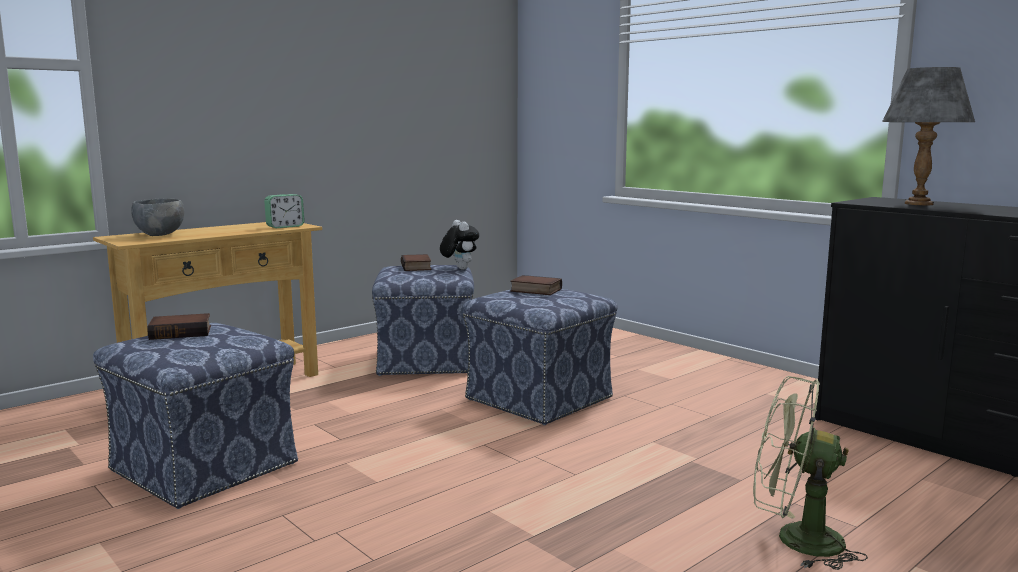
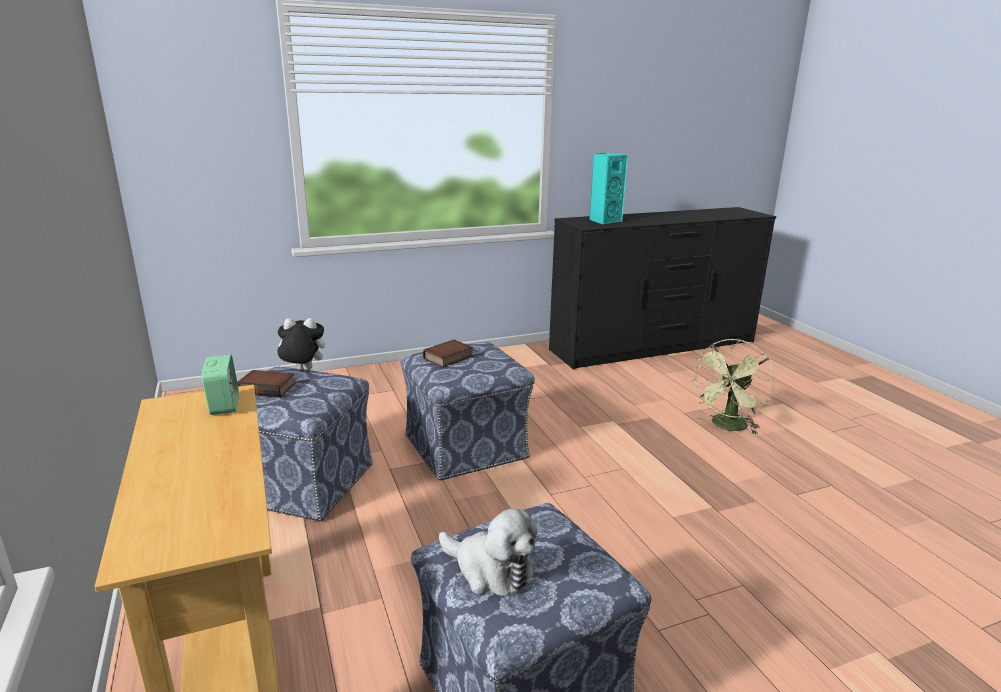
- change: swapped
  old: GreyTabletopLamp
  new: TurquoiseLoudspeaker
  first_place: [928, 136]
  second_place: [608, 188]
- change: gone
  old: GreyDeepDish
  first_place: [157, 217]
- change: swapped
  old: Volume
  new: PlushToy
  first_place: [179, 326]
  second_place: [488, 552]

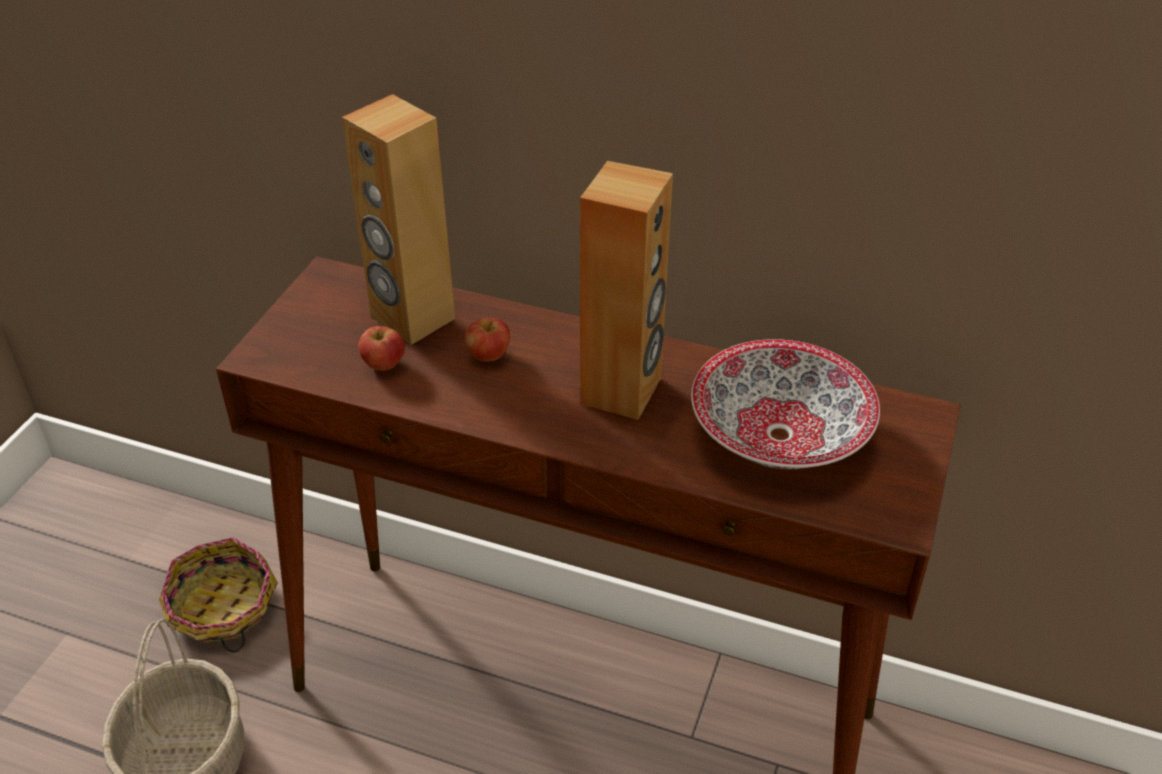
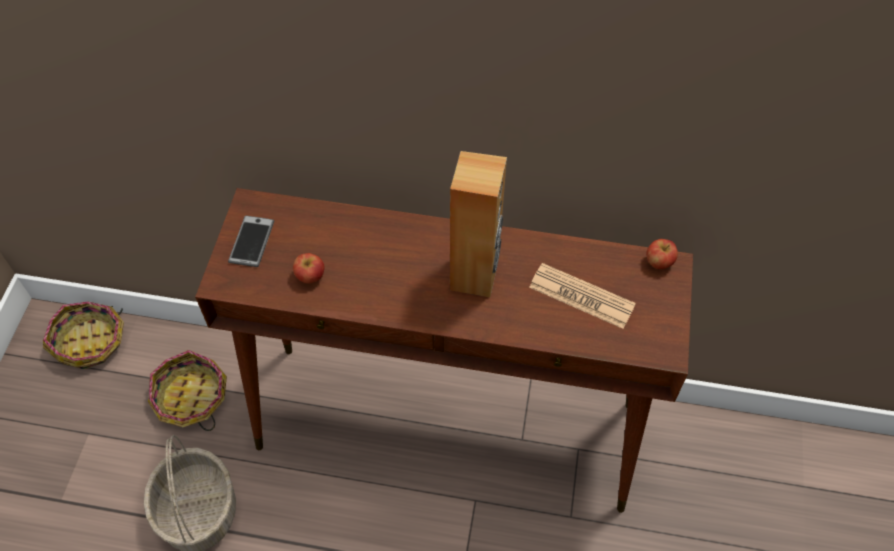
- change: gone
  old: BrownishLoudspeaker
  first_place: [398, 219]
- change: shifted
  old: WholeApple
  first_place: [487, 339]
  second_place: [662, 254]
- change: swapped
  old: DeepDish
  new: PrintedPaper
  first_place: [785, 404]
  second_place: [582, 296]
- change: new
  new: Phone
  second_place: [251, 241]
- change: new
  new: HouseholdBasket
  second_place: [83, 335]

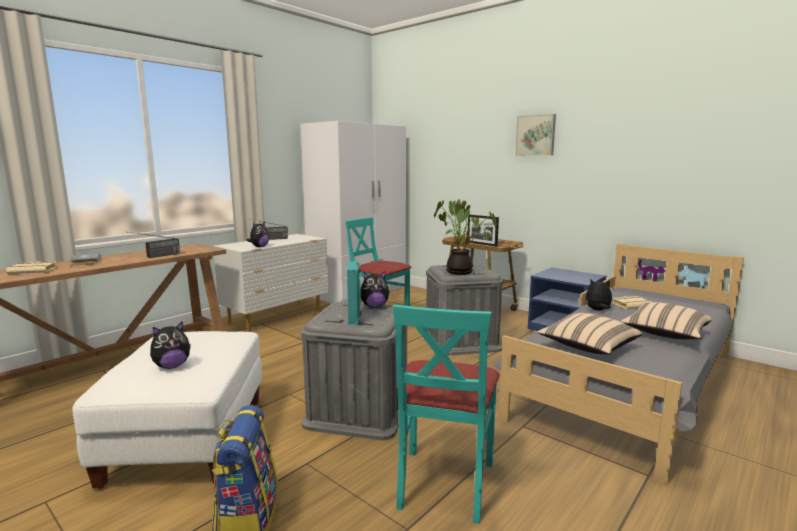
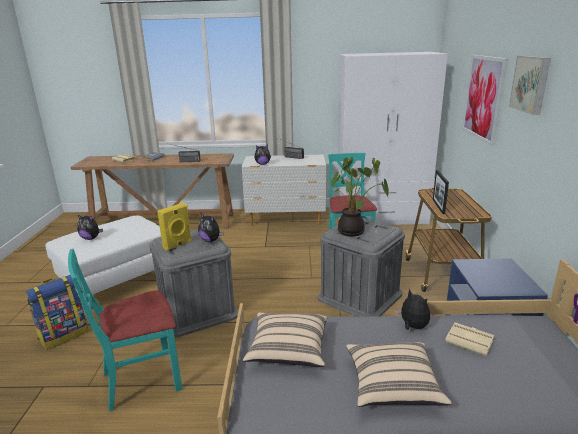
- change: repainted
  old: TurquoiseLoudspeaker
  new: YellowishLoudspeaker
  first_place: [354, 293]
  second_place: [174, 227]
- change: new
  new: Picture
  second_place: [485, 100]

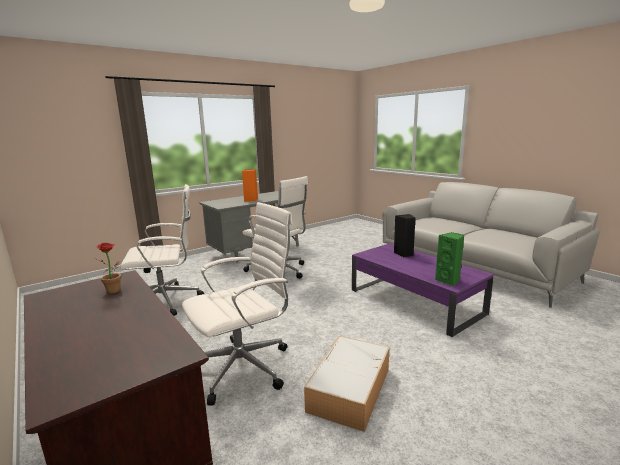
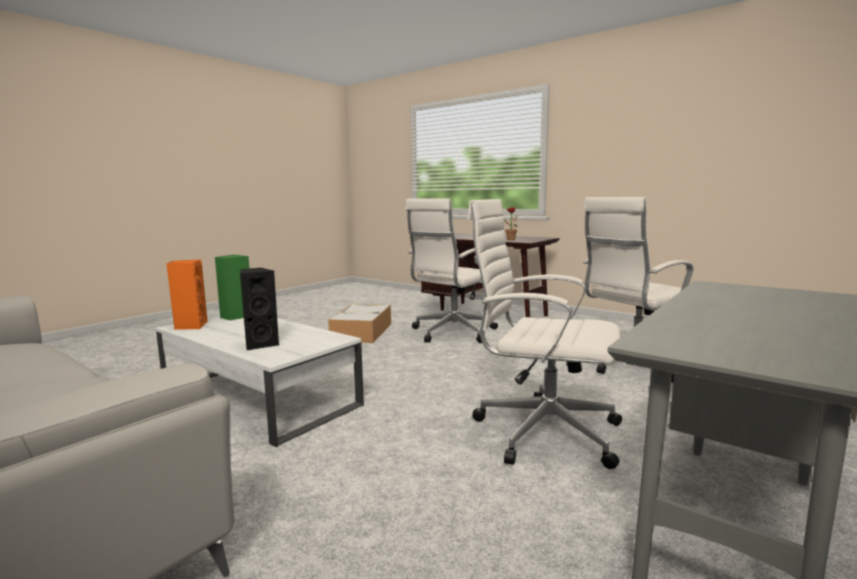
- change: shifted
  old: OrangeLoudspeaker
  first_place: [250, 186]
  second_place: [187, 294]
- change: repainted
  old: PurplishLowTable
  new: WhiteLowTable
  first_place: [423, 290]
  second_place: [260, 381]

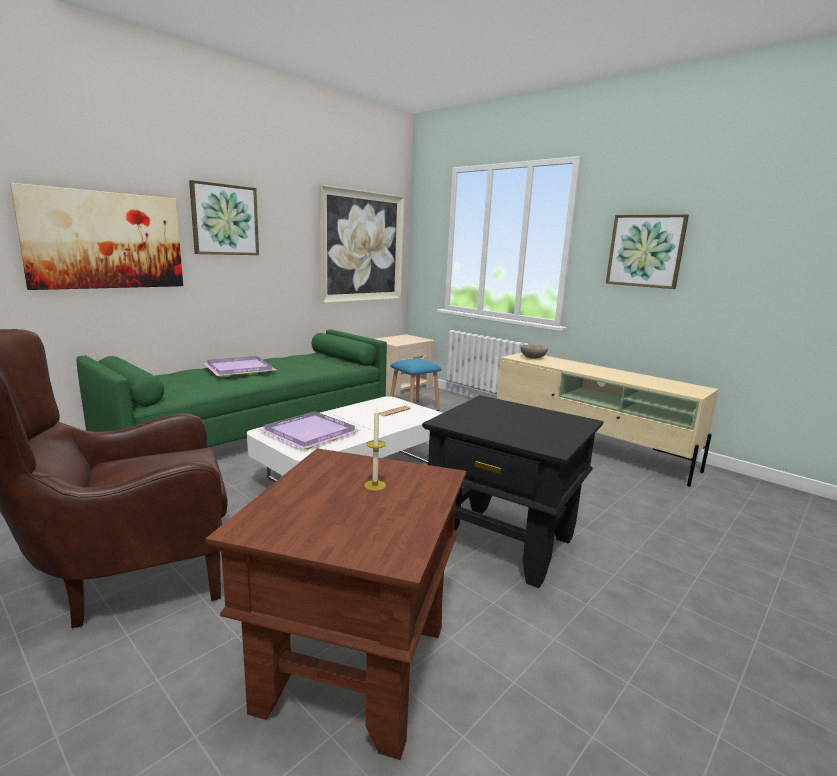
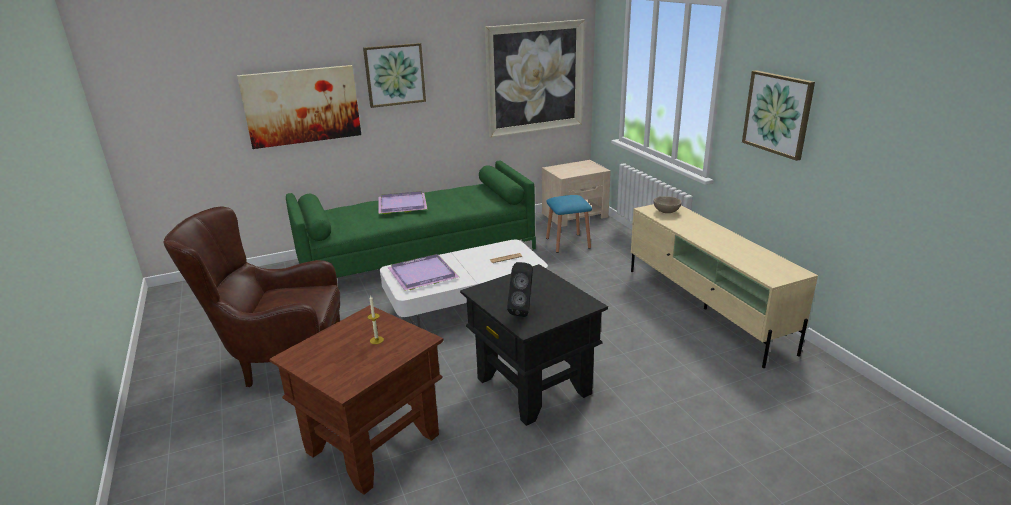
- change: new
  new: BlackColouredLoudspeaker
  second_place: [520, 289]

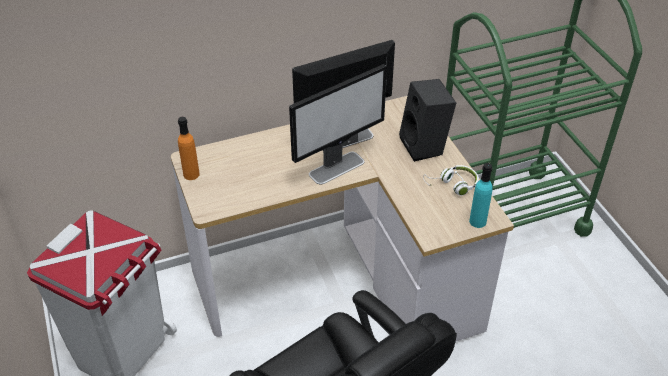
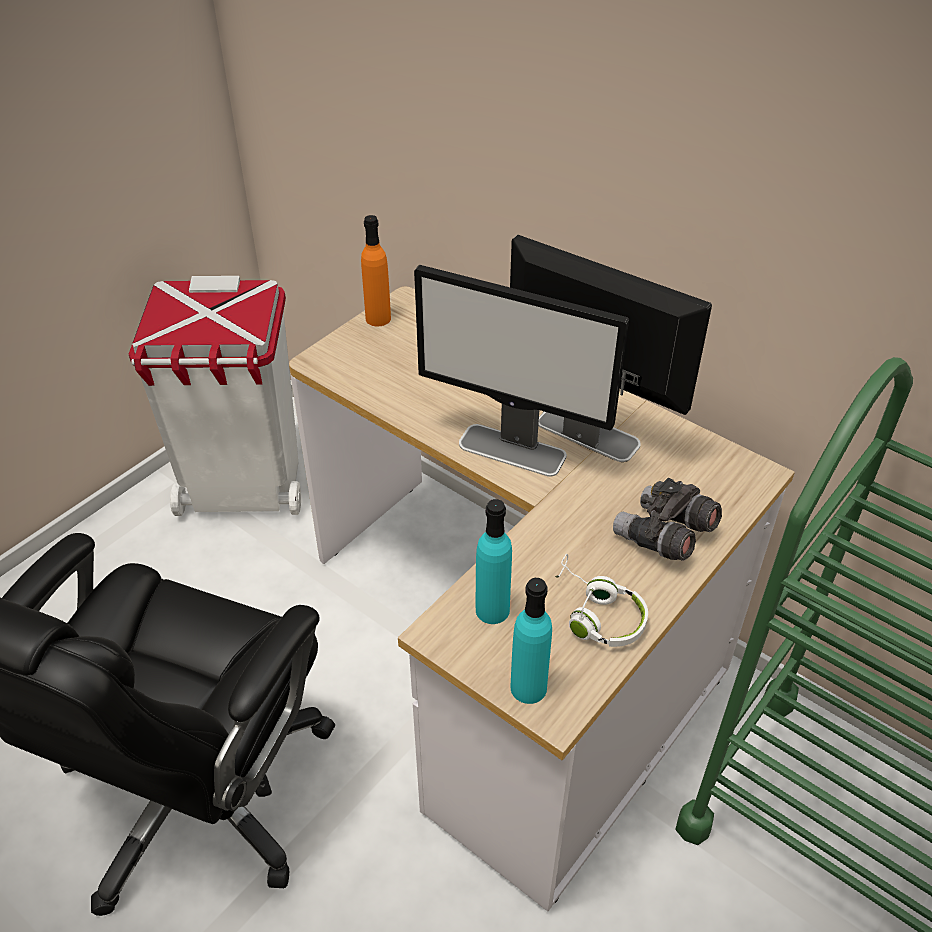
- change: swapped
  old: BlackColouredLoudspeaker
  new: GreyBinoculars
  first_place: [427, 120]
  second_place: [667, 519]
- change: new
  new: TurquoiseBeverageBottle
  second_place: [494, 561]

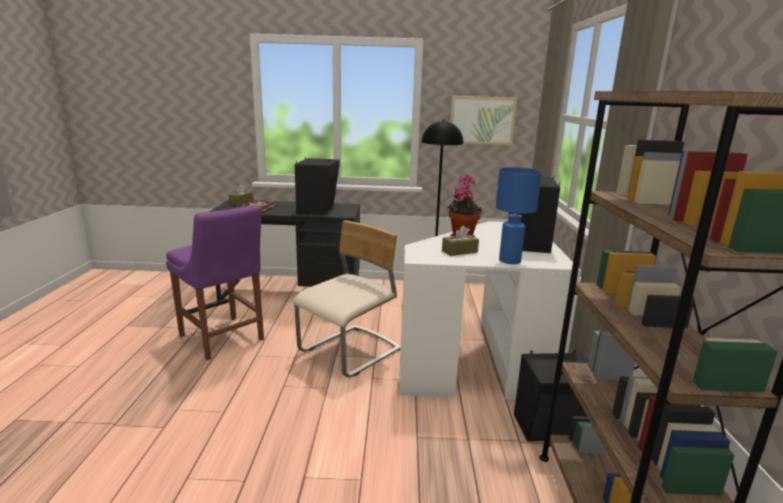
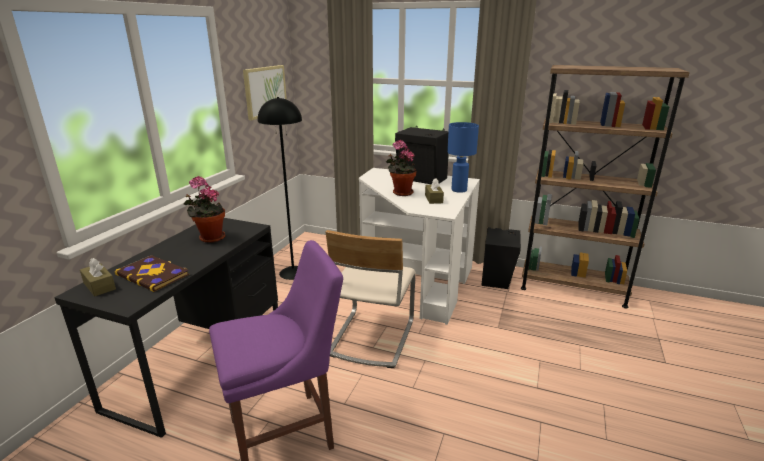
- change: swapped
  old: BlackColouredLoudspeaker
  new: Houseplant
  first_place: [317, 186]
  second_place: [204, 209]
- change: rotated
  old: BeigeColouredPlainChair
  first_place: [347, 299]
  second_place: [371, 299]
  degrees: -135

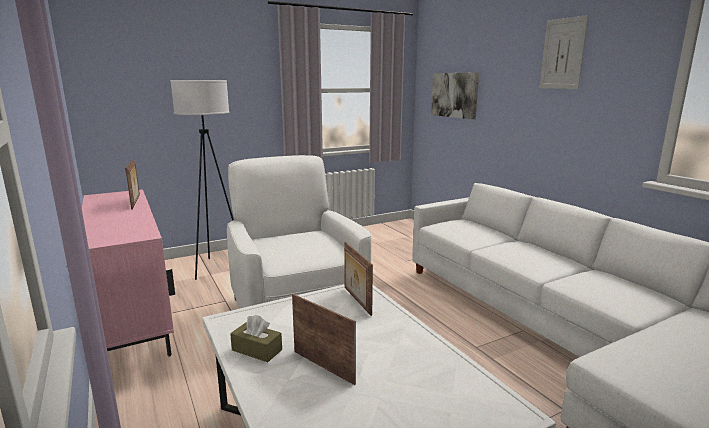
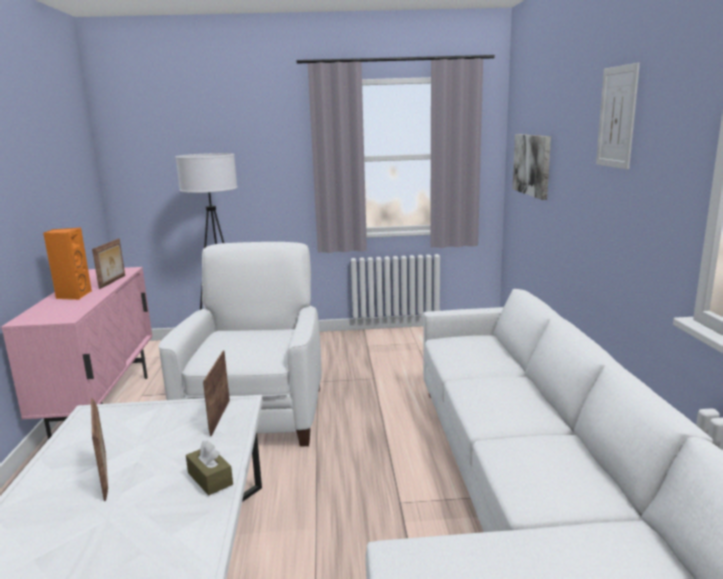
- change: shifted
  old: BrownishTissueBox
  first_place: [256, 338]
  second_place: [209, 468]
- change: new
  new: OrangeLoudspeaker
  second_place: [67, 264]

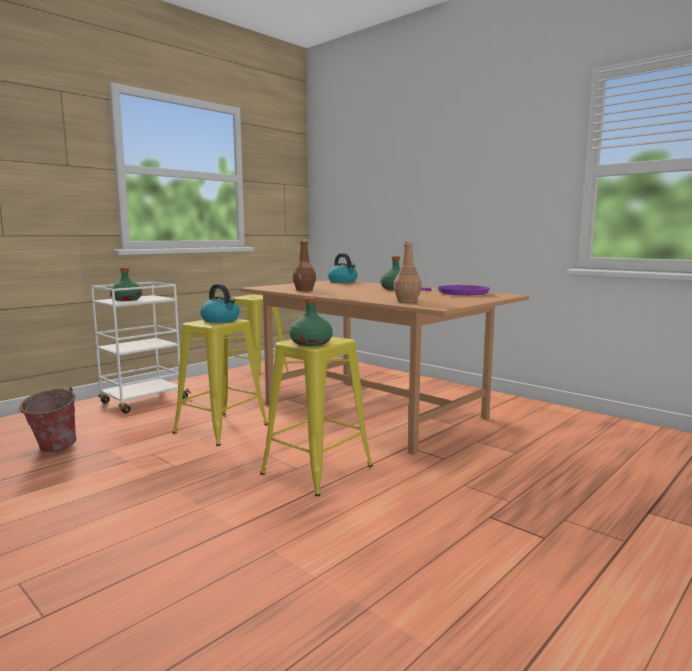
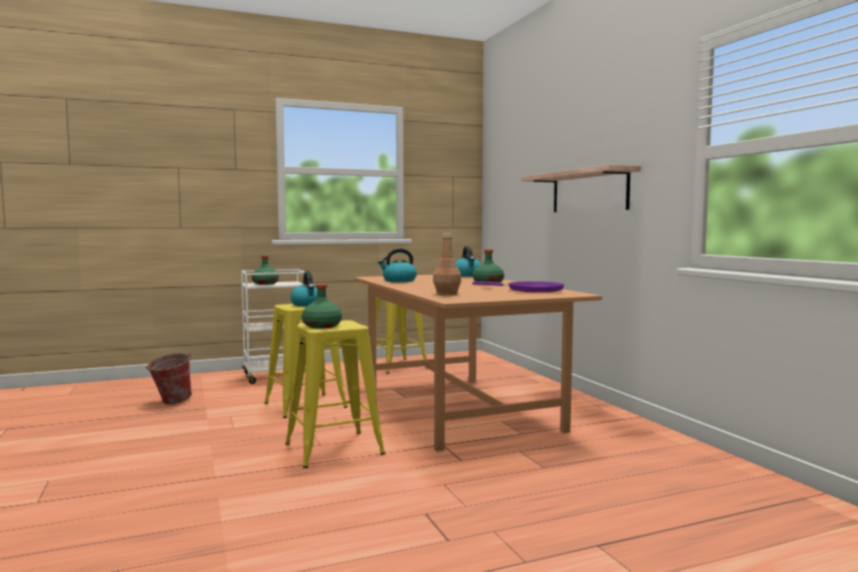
- change: swapped
  old: BrownishBeverageBottle
  new: TeaKettle
  first_place: [304, 265]
  second_place: [397, 265]
- change: new
  new: Shelf
  second_place: [581, 188]

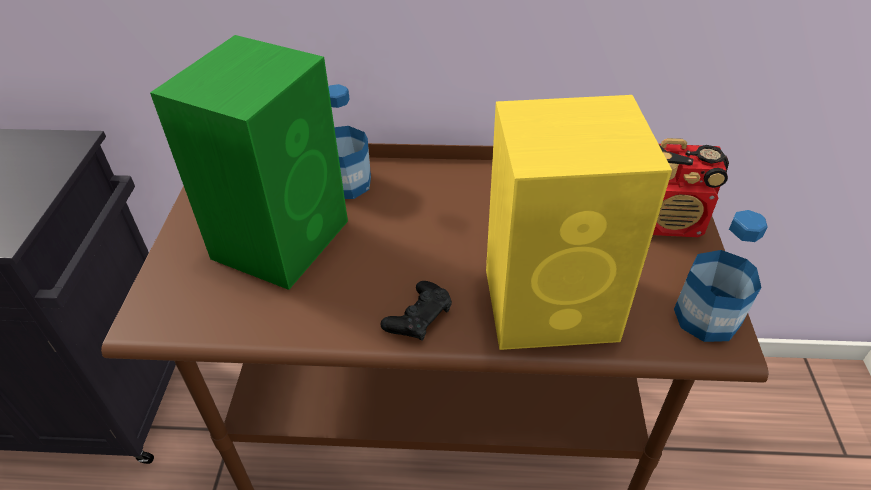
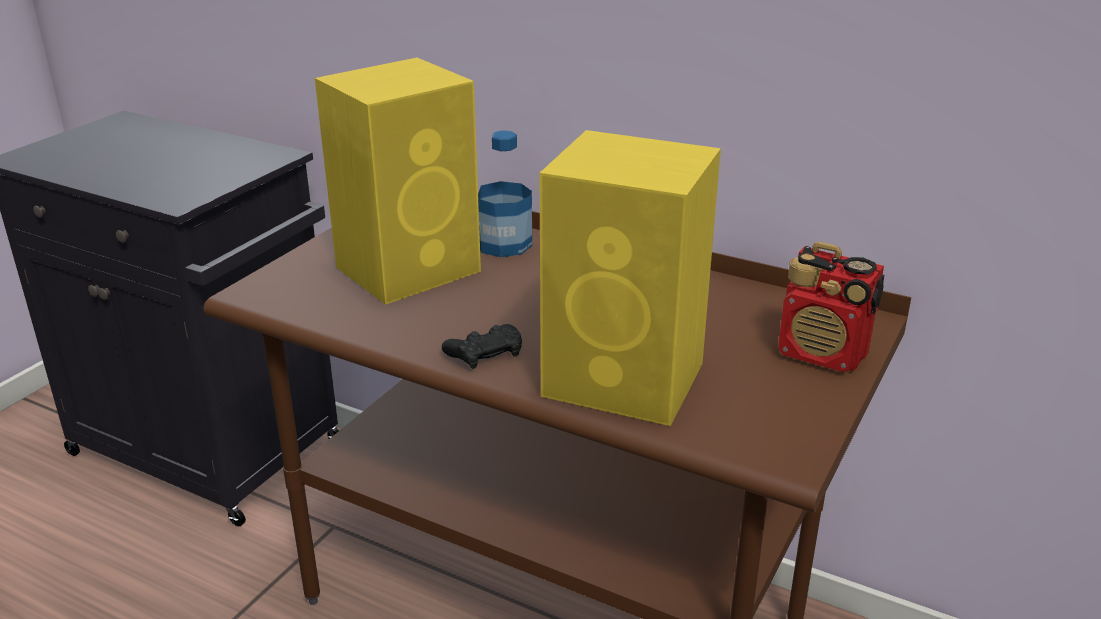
- change: repainted
  old: GreenLoudspeaker
  new: YellowishLoudspeaker
  first_place: [249, 162]
  second_place: [398, 181]
- change: gone
  old: BeverageBottle
  first_place: [721, 276]

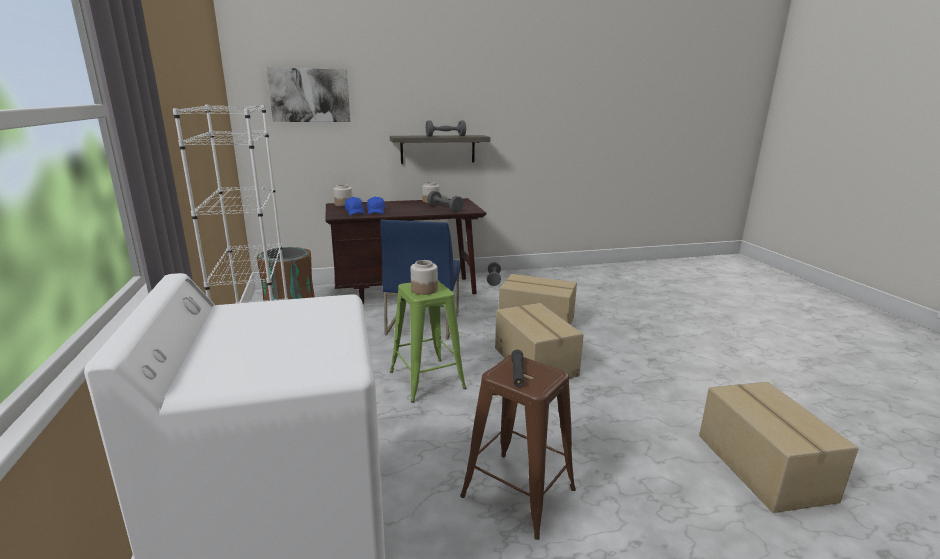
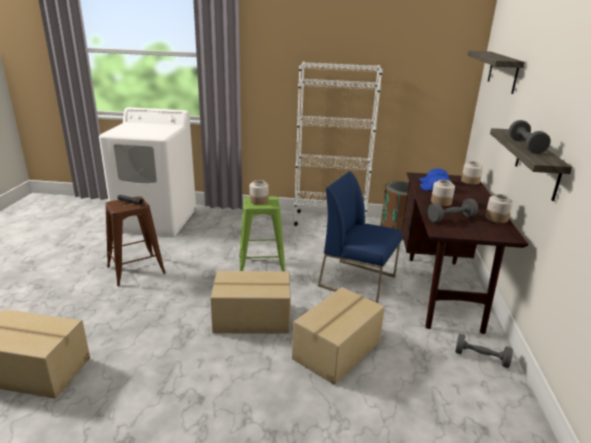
- change: swapped
  old: Picture
  new: Shelf
  first_place: [308, 94]
  second_place: [496, 72]
- change: new
  new: StorageJar
  second_place: [443, 193]

